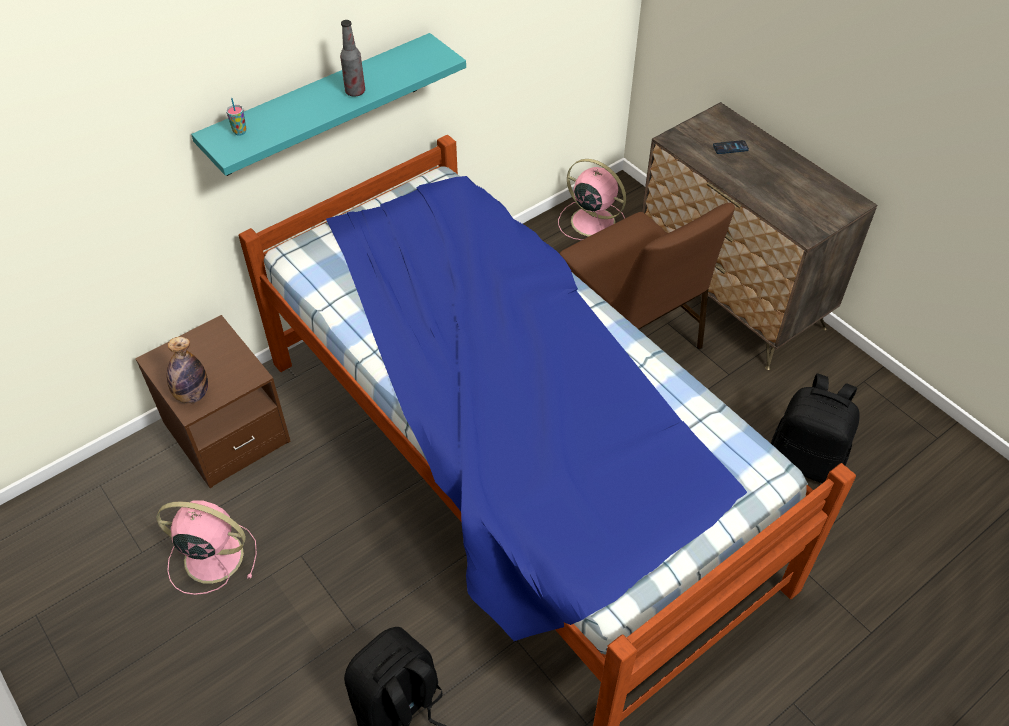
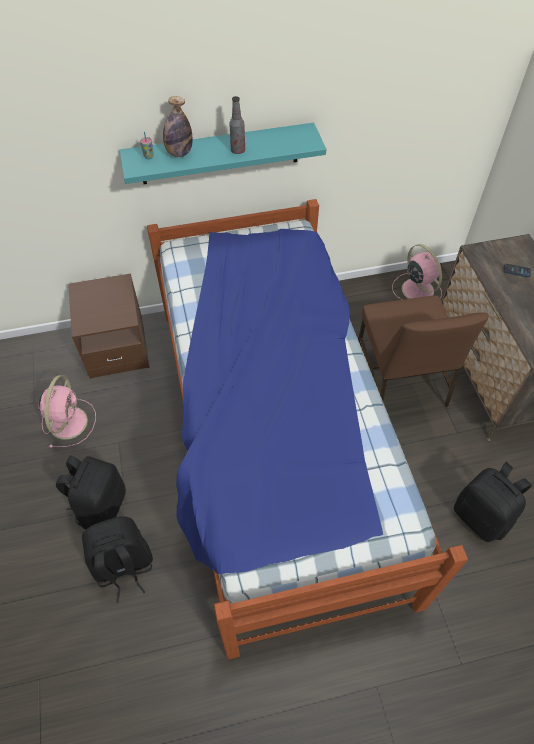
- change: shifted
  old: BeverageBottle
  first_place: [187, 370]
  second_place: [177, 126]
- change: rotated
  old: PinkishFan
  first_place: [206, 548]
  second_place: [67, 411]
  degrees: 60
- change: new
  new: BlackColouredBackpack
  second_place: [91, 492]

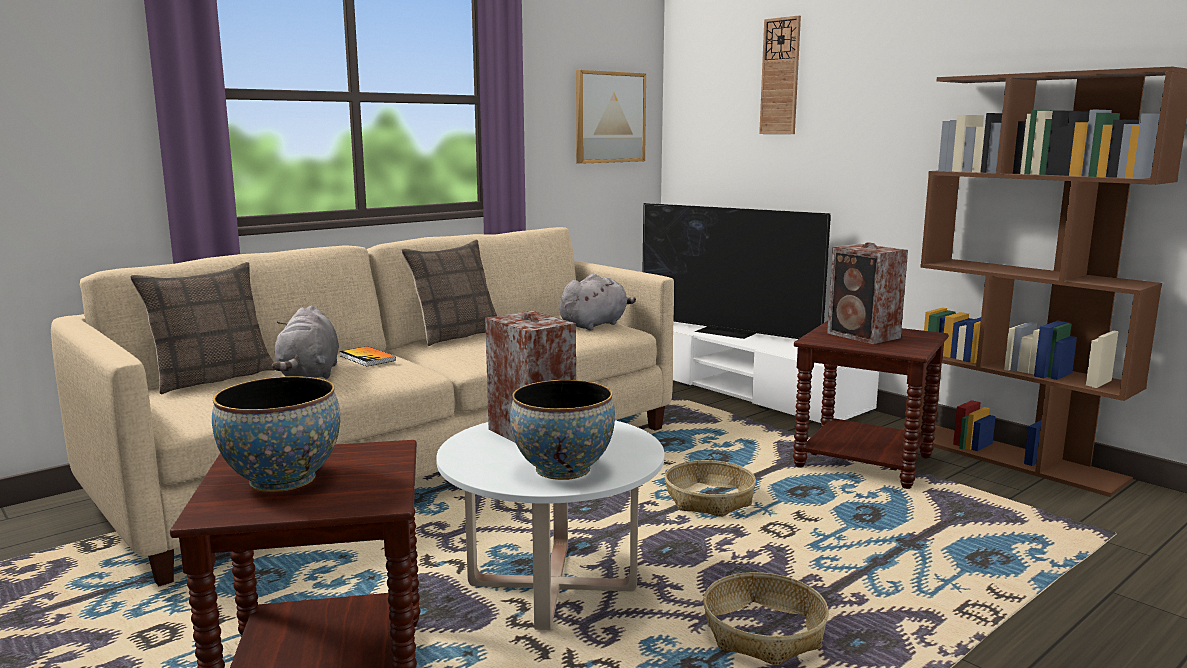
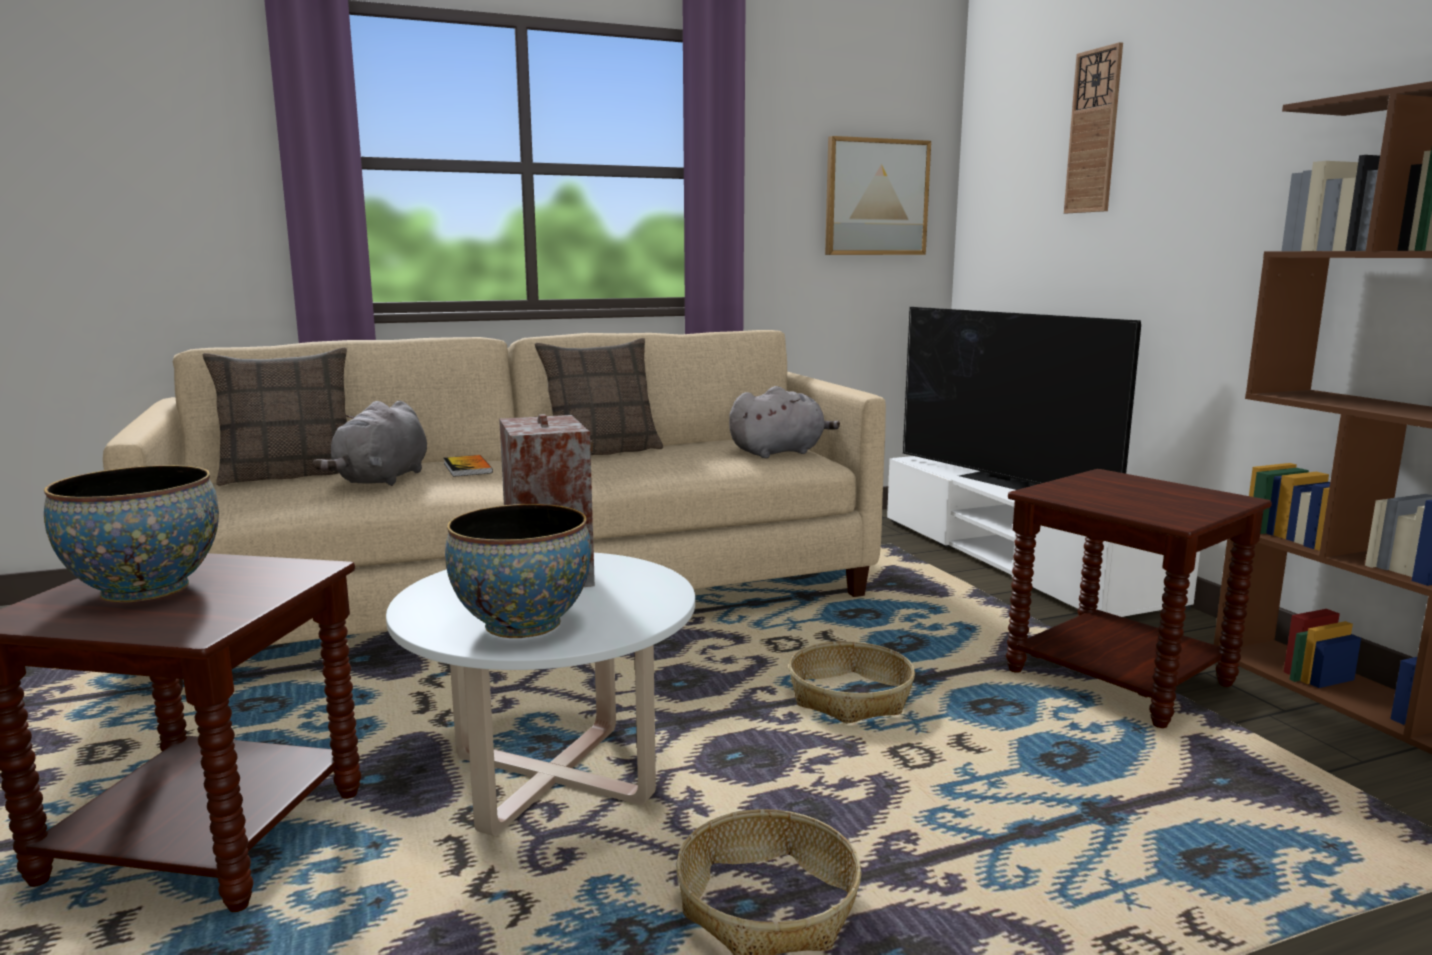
- change: gone
  old: Loudspeaker
  first_place: [867, 293]

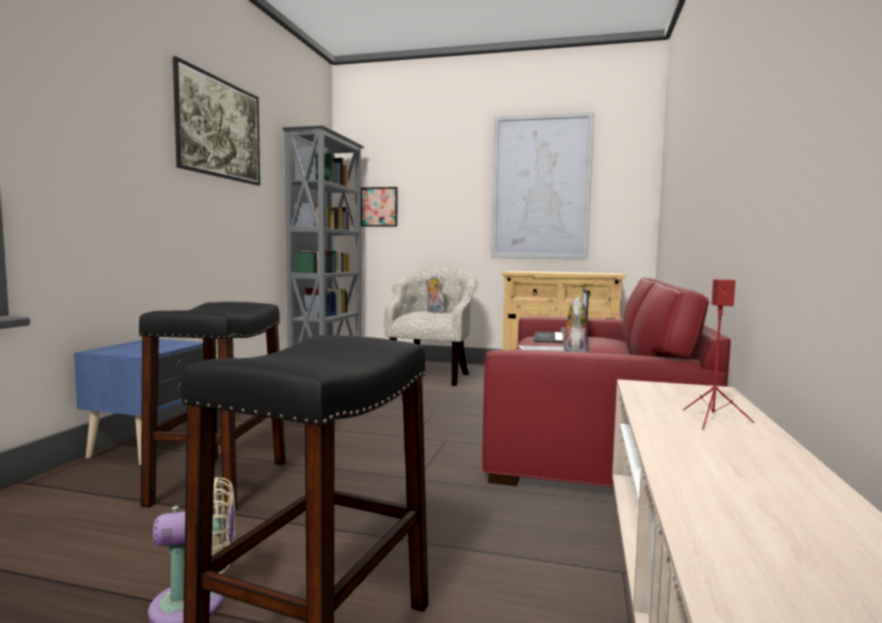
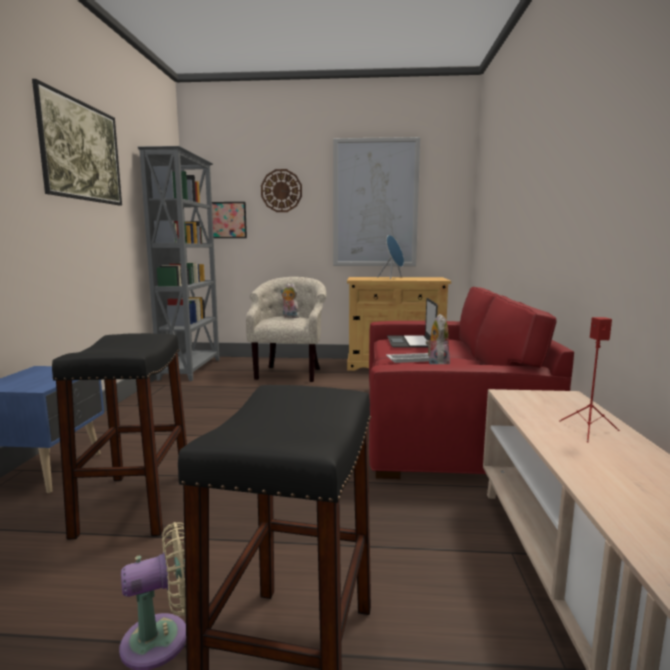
- change: new
  new: HangingClock
  second_place: [281, 190]
- change: new
  new: BluishLoudspeaker
  second_place: [390, 257]

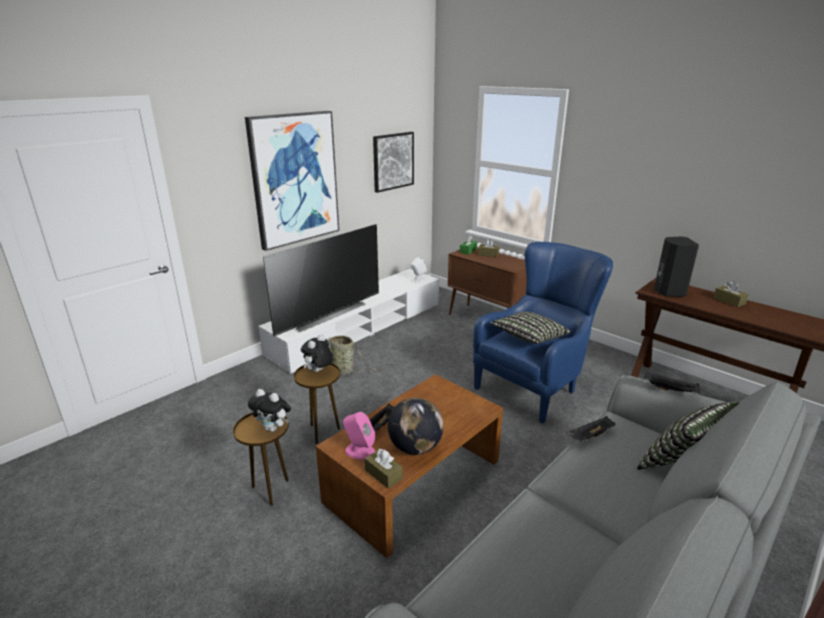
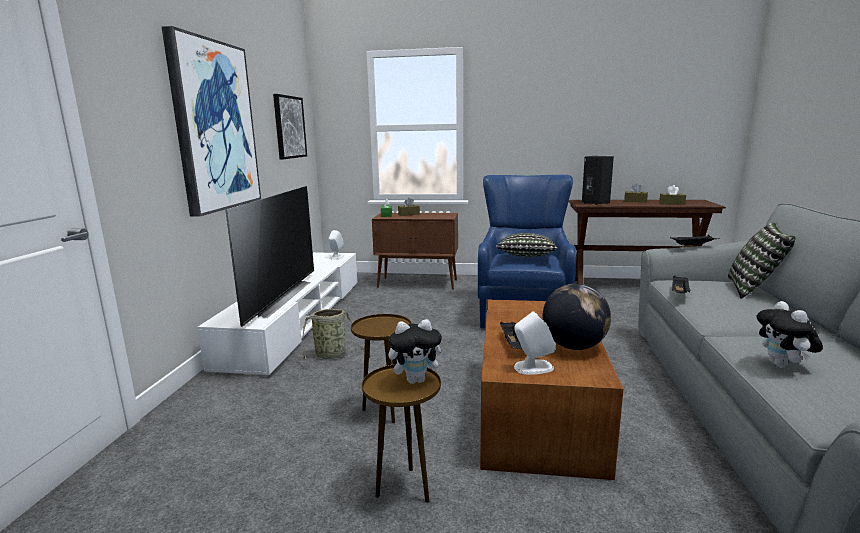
- change: shifted
  old: PlushToy
  first_place: [317, 353]
  second_place: [790, 334]
- change: repainted
  old: PinkishLoudspeaker
  new: WhiteLoudspeaker
  first_place: [359, 436]
  second_place: [535, 343]
- change: shifted
  old: BrownishTissueBox
  first_place: [384, 468]
  second_place: [672, 195]

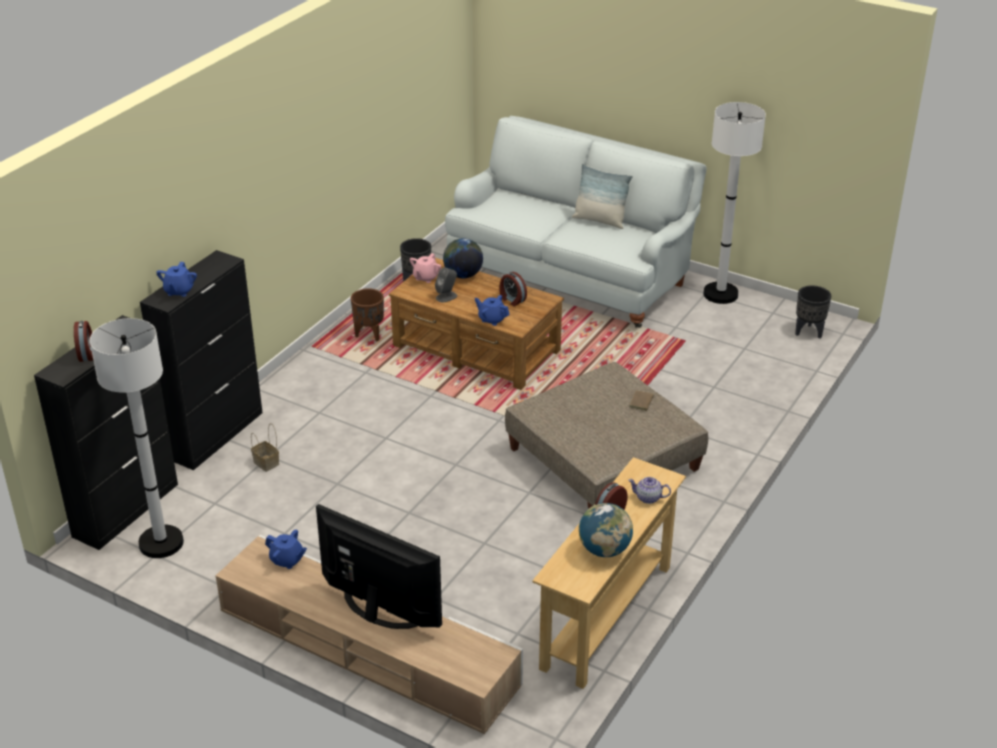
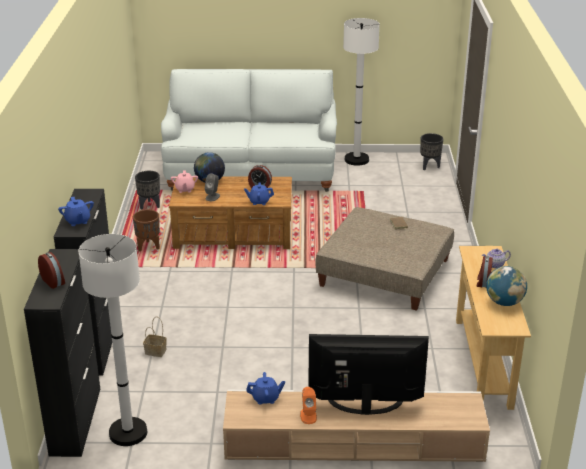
- change: gone
  old: ThrowPillow
  first_place: [602, 196]
- change: new
  new: OrangeLoudspeaker
  second_place: [308, 405]

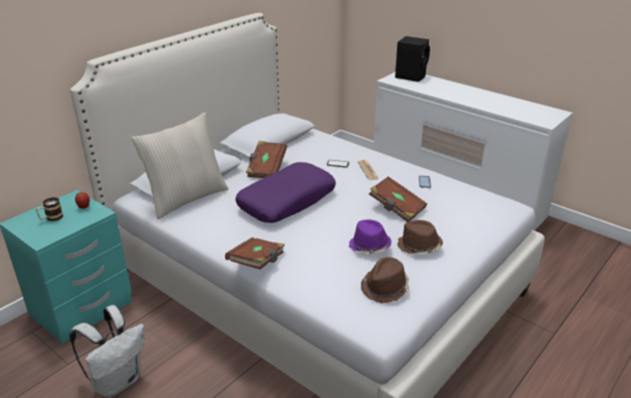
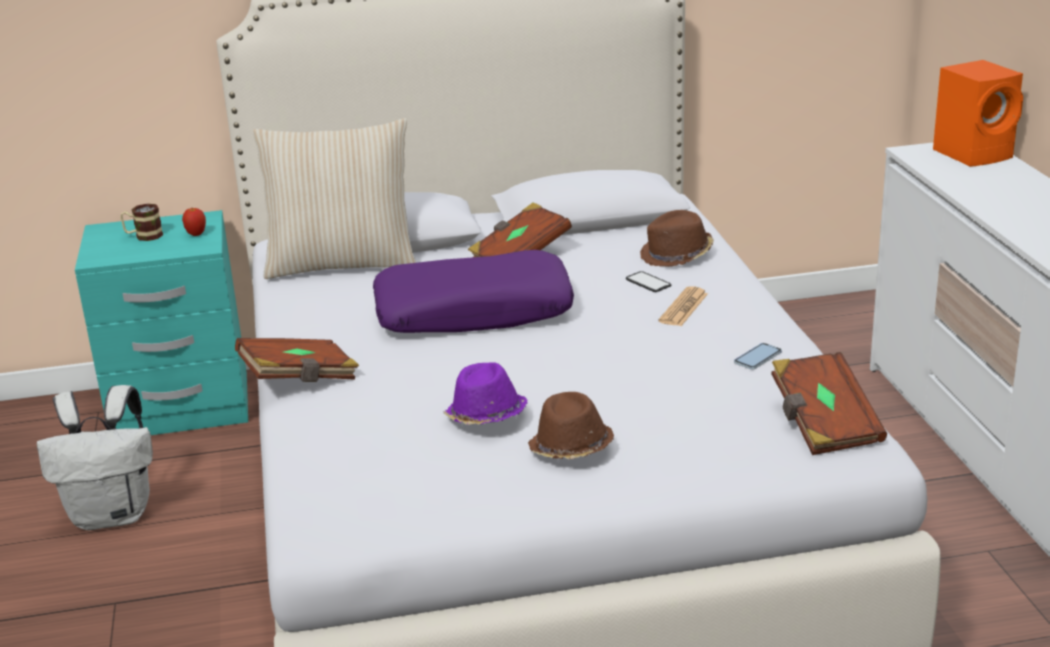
- change: repainted
  old: BlackColouredLoudspeaker
  new: OrangeLoudspeaker
  first_place: [412, 59]
  second_place: [978, 113]
- change: shifted
  old: BrownishVolume
  first_place: [398, 199]
  second_place: [829, 403]
- change: shifted
  old: BrownishWearableHat
  first_place: [385, 280]
  second_place: [677, 238]

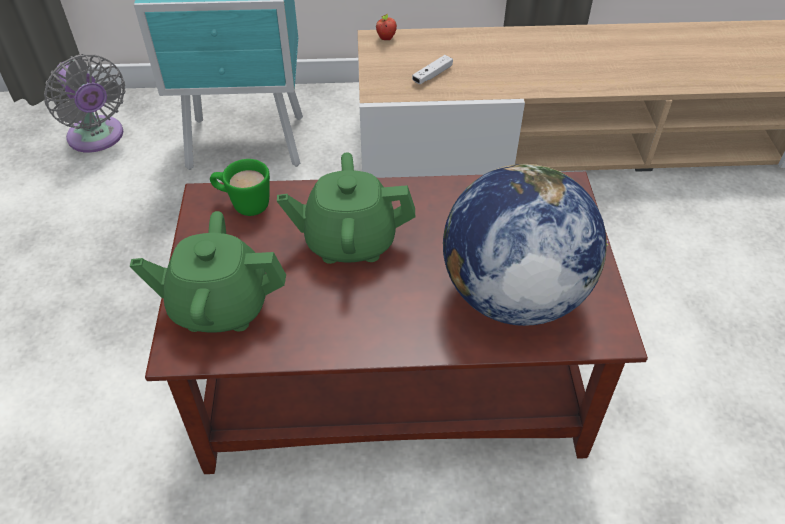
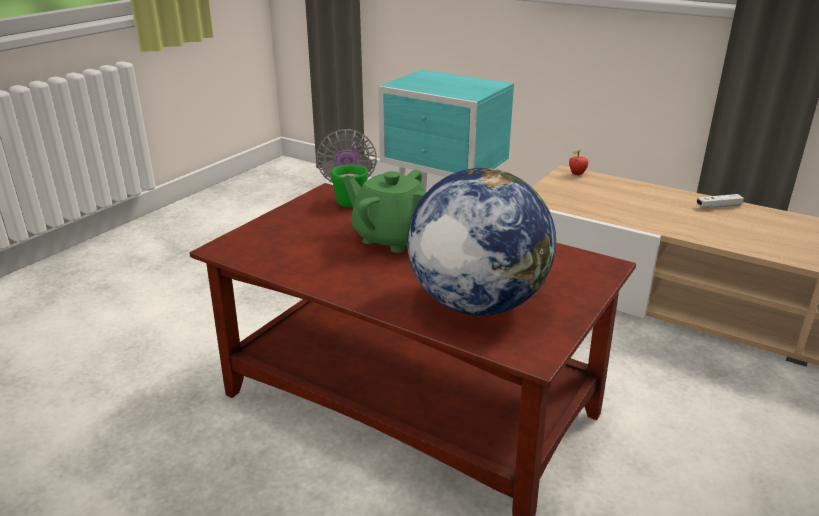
- change: shifted
  old: WhiteGamepad
  first_place: [432, 69]
  second_place: [720, 201]
- change: gone
  old: GreenTeapot
  first_place: [208, 272]

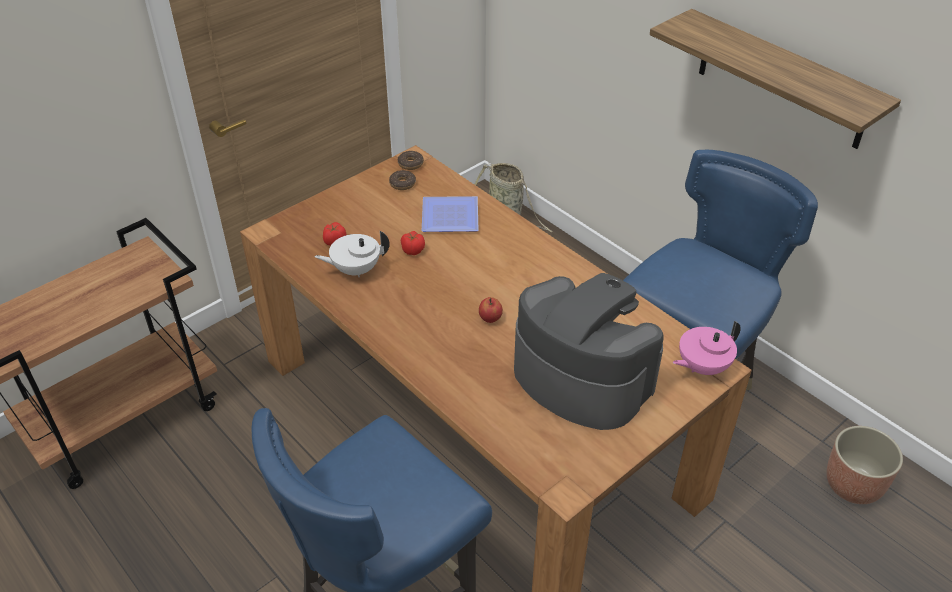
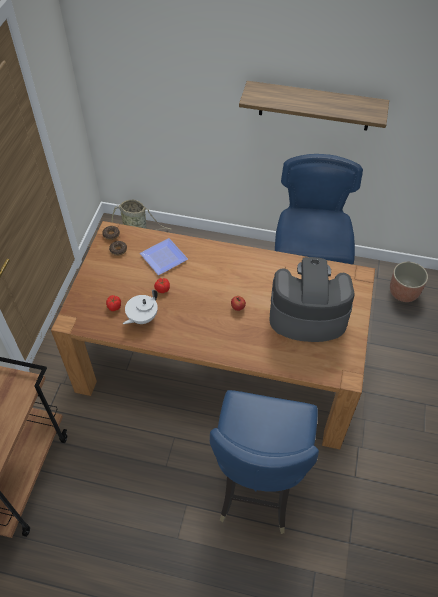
- change: gone
  old: PinkishTeapot
  first_place: [707, 348]

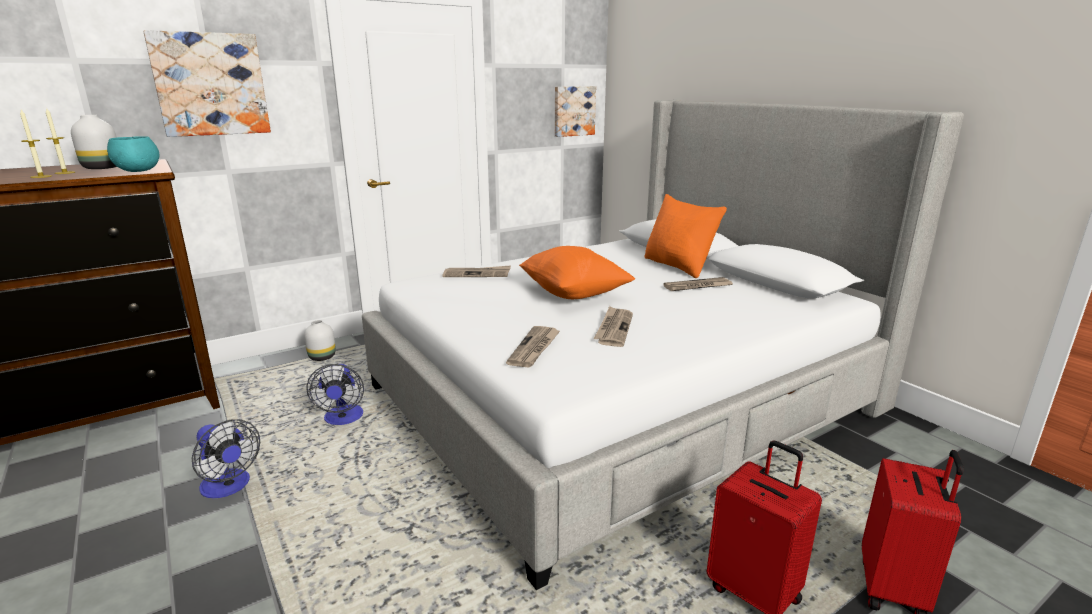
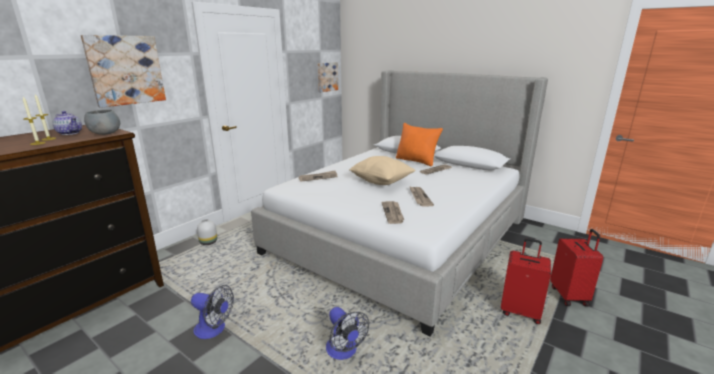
- change: swapped
  old: WhiteFlowerVase
  new: Teapot
  first_place: [94, 142]
  second_place: [67, 123]
- change: repainted
  old: TurquoiseDeepDish
  new: GreyDeepDish
  first_place: [133, 154]
  second_place: [102, 122]
- change: repainted
  old: OrangeThrowPillow
  new: BeigeColouredThrowPillow
  first_place: [577, 272]
  second_place: [382, 170]
- change: shifted
  old: Fan
  first_place: [335, 394]
  second_place: [347, 333]

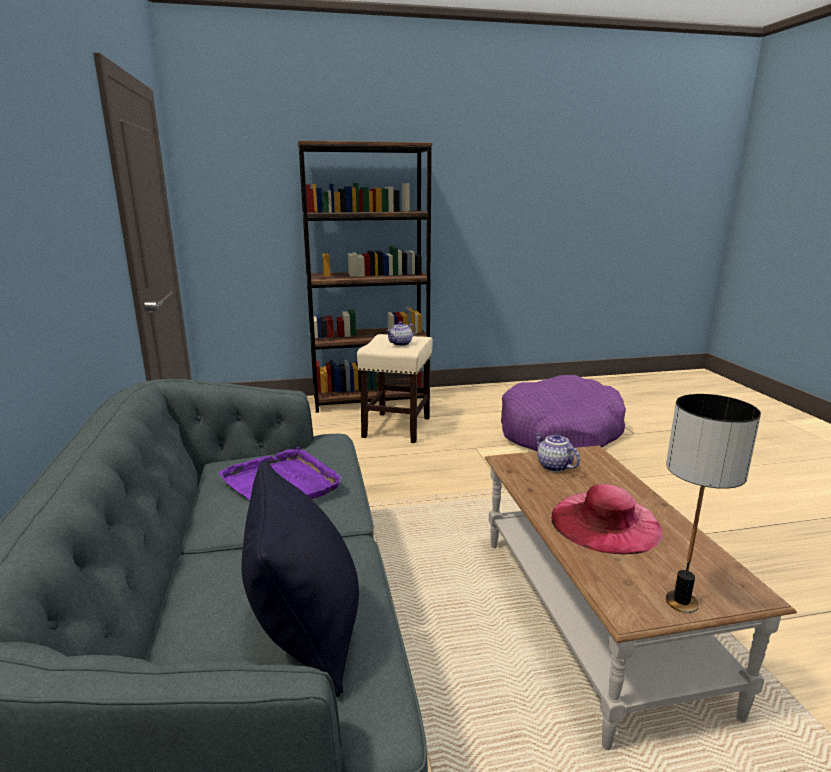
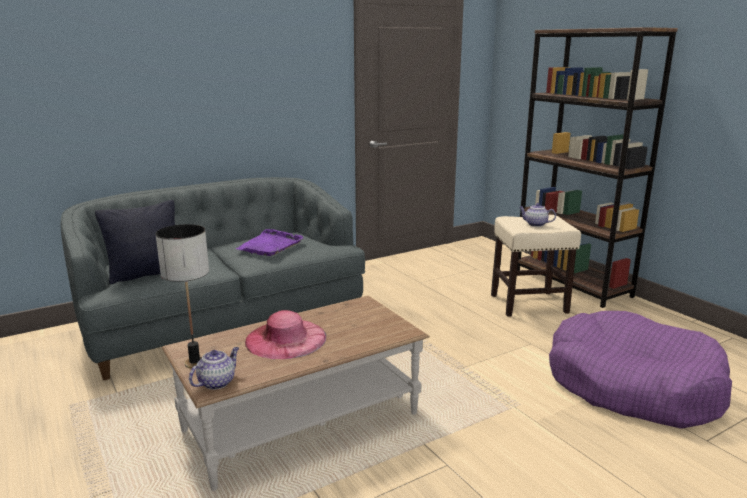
- change: shifted
  old: Teapot
  first_place: [557, 452]
  second_place: [214, 368]

